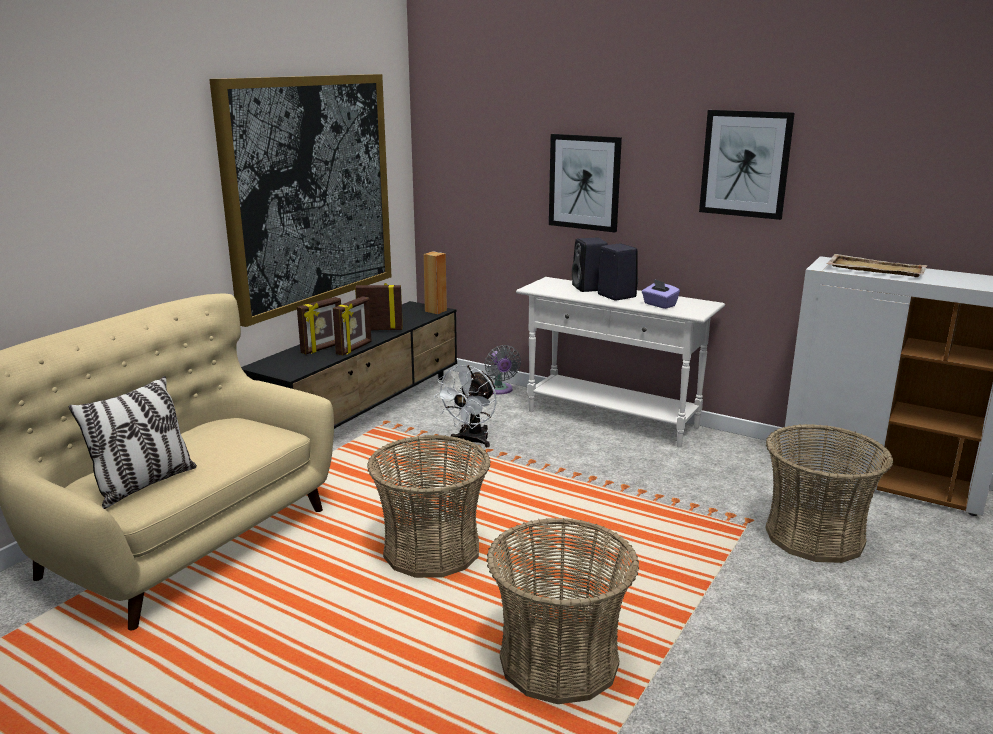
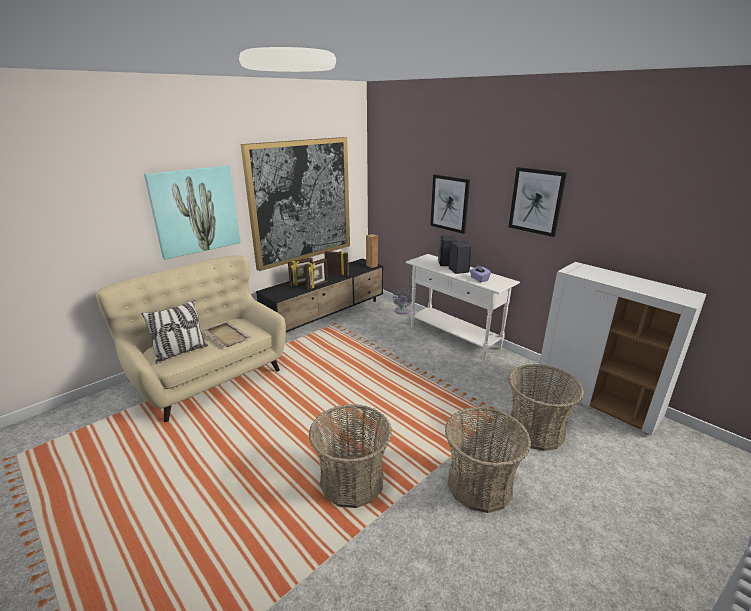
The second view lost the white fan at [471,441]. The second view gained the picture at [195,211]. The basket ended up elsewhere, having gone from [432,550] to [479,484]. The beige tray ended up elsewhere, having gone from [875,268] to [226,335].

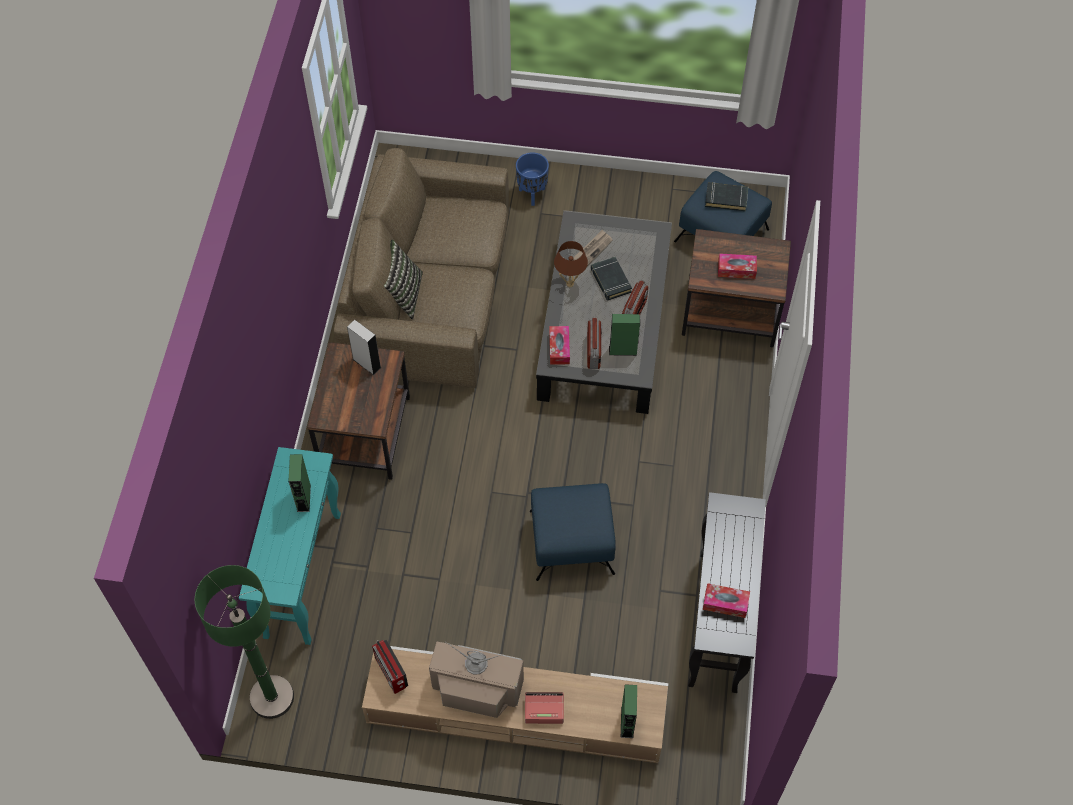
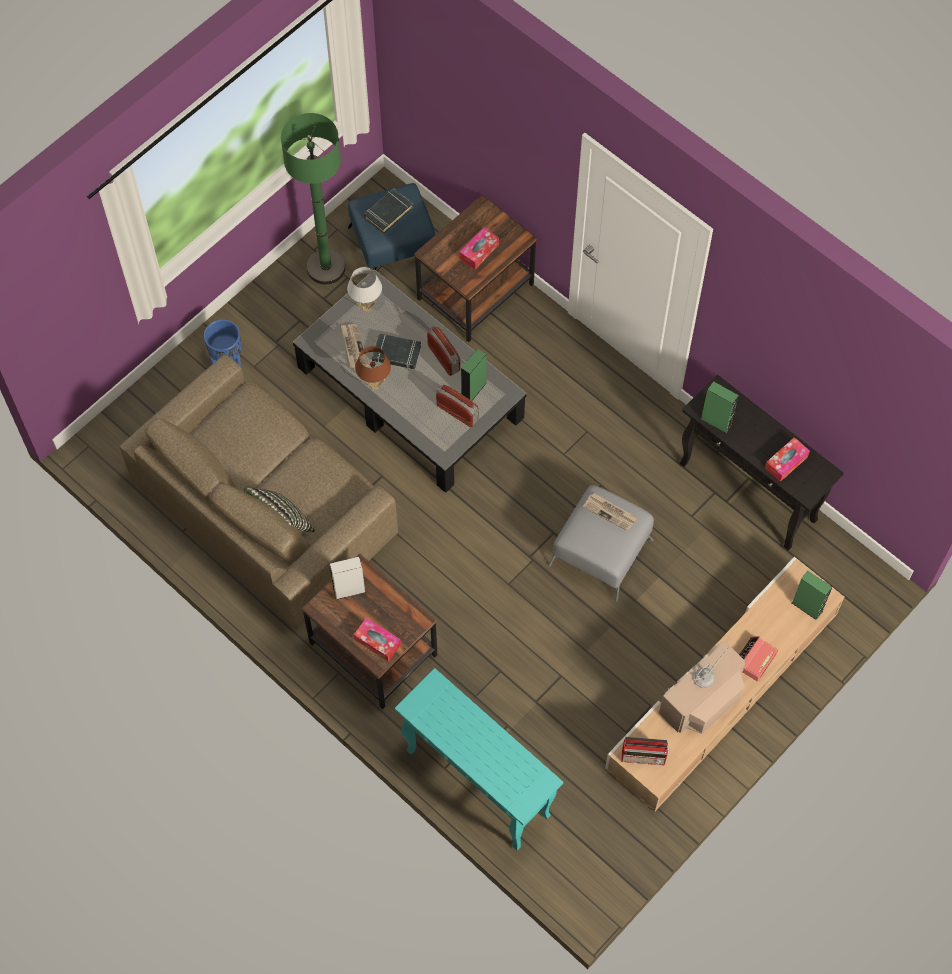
The second view gained the white table lamp at [366,308]. The second view gained the newspaper at [610,512]. The green floor lamp ended up elsewhere, having gone from [272,697] to [326,268]. The green speaker ended up elsewhere, having gone from [303,498] to [716,422]. The tissue box ended up elsewhere, having gone from [559,348] to [377,642]. What was the blue ottoman at [571,541] turned into the grey ottoman at [600,553].

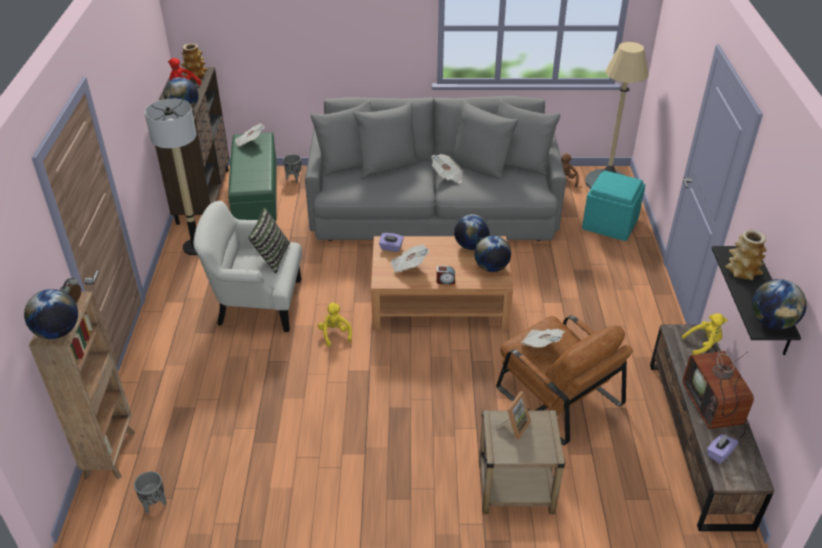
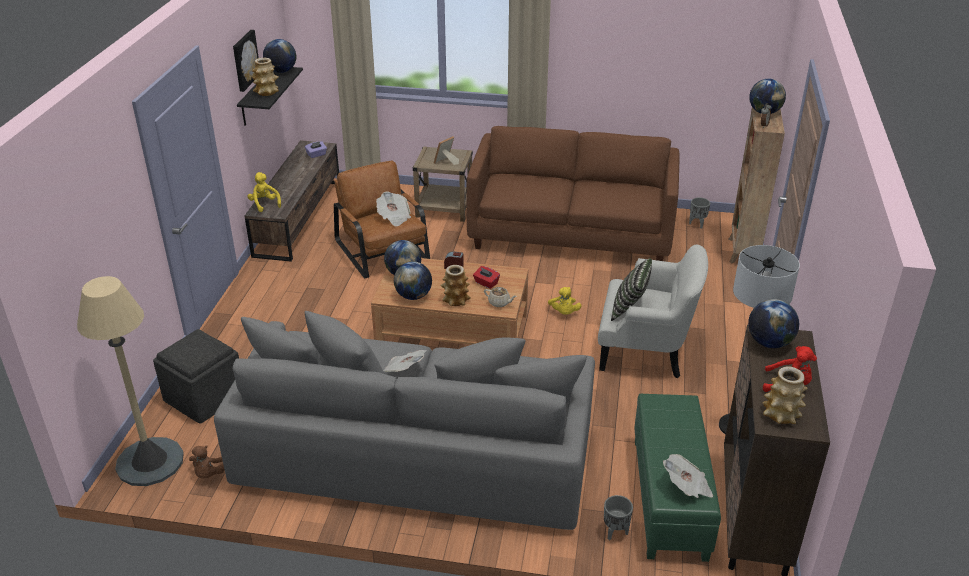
The second view lost the television at [714,408]. The second view gained the picture at [244,60]. The second view gained the vase at [456,300]. The second view gained the brown sofa at [571,233]. Where the purple tissue box stood at [391,248], the beige teapot came to stand at [499,303]. Where the newspaper stood at [408,266], the red tissue box came to stand at [486,283]. What was the turquoise ottoman at [610,223] turned into the grey ottoman at [203,397]. The yellow plush toy at [703,344] ended up facing another way, 60 degrees clockwise from before.

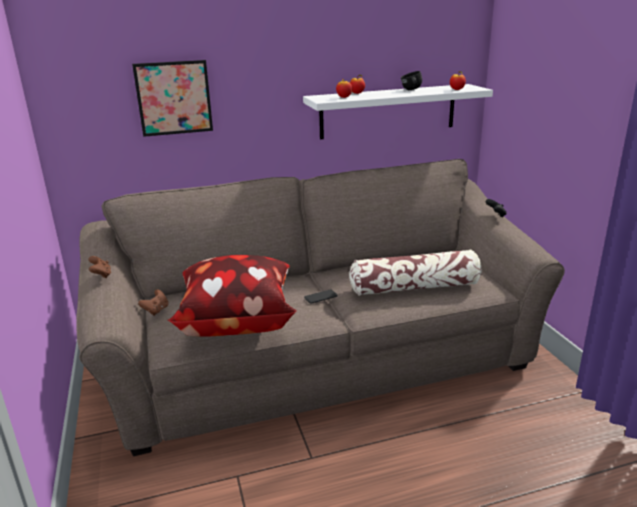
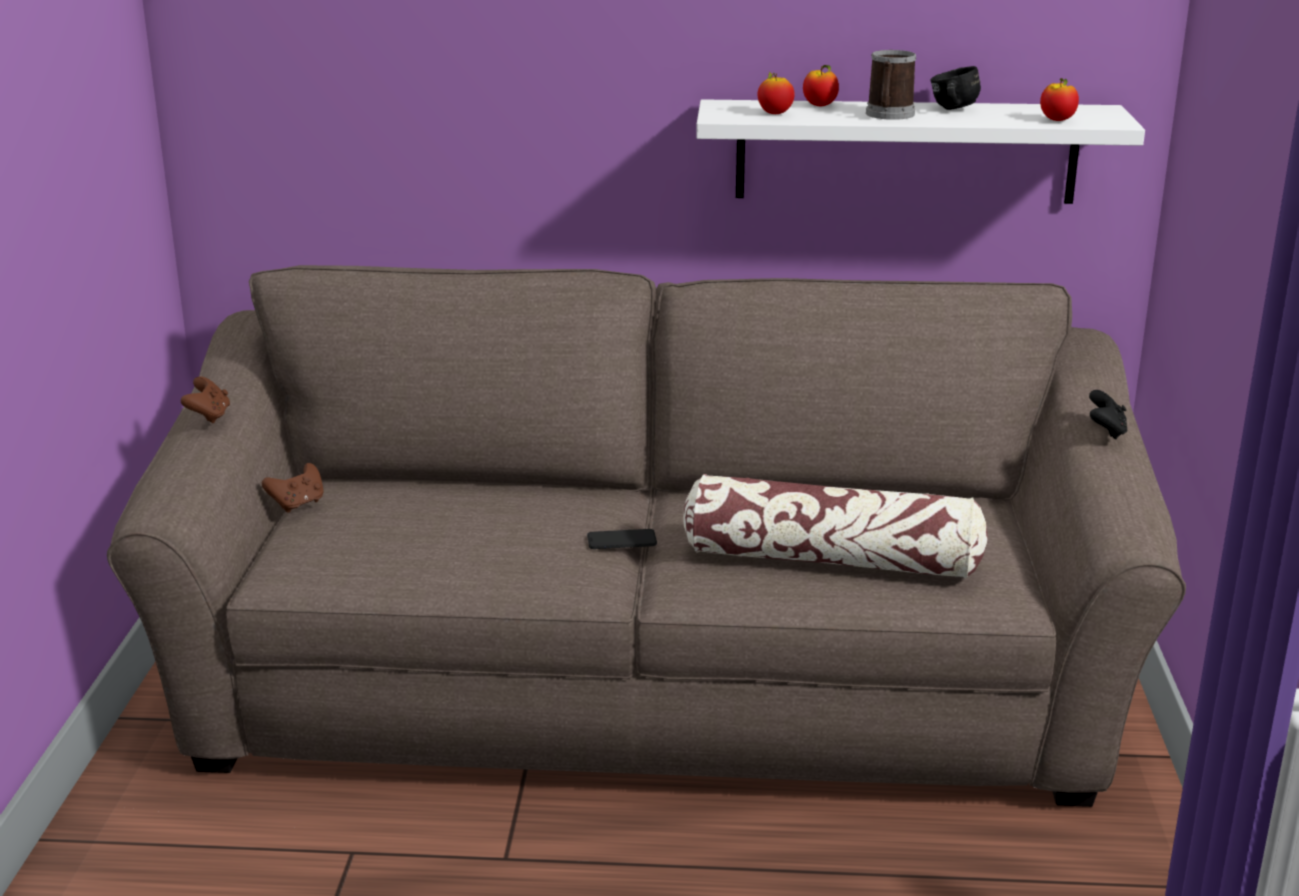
The second view lost the picture at [174,98]. The second view lost the pillow at [236,321]. The second view gained the mug at [888,115].

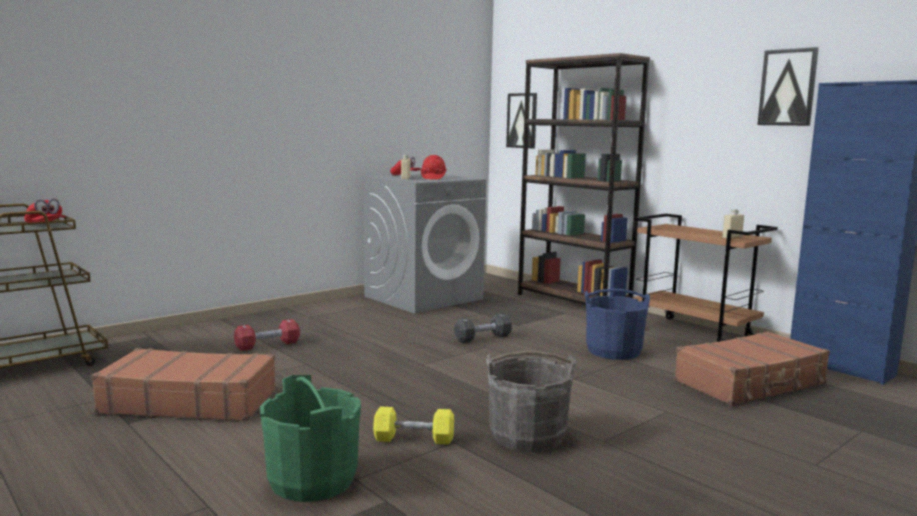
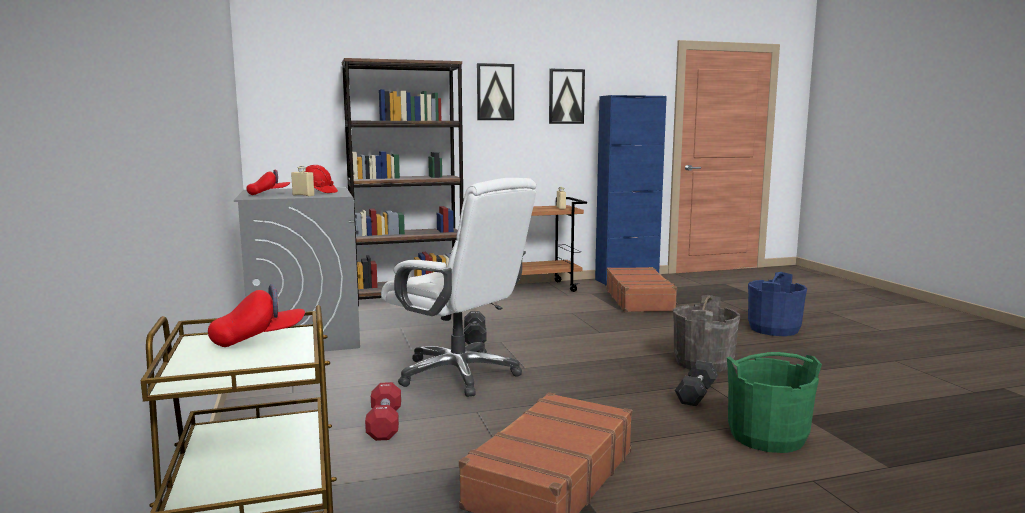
The second view gained the white office chair at [459,374]. The picture ended up elsewhere, having gone from [522,120] to [495,92]. The blue bucket ended up elsewhere, having gone from [613,351] to [773,329]. What was the yellow dumbbell at [414,439] turned into the grey dumbbell at [696,394].

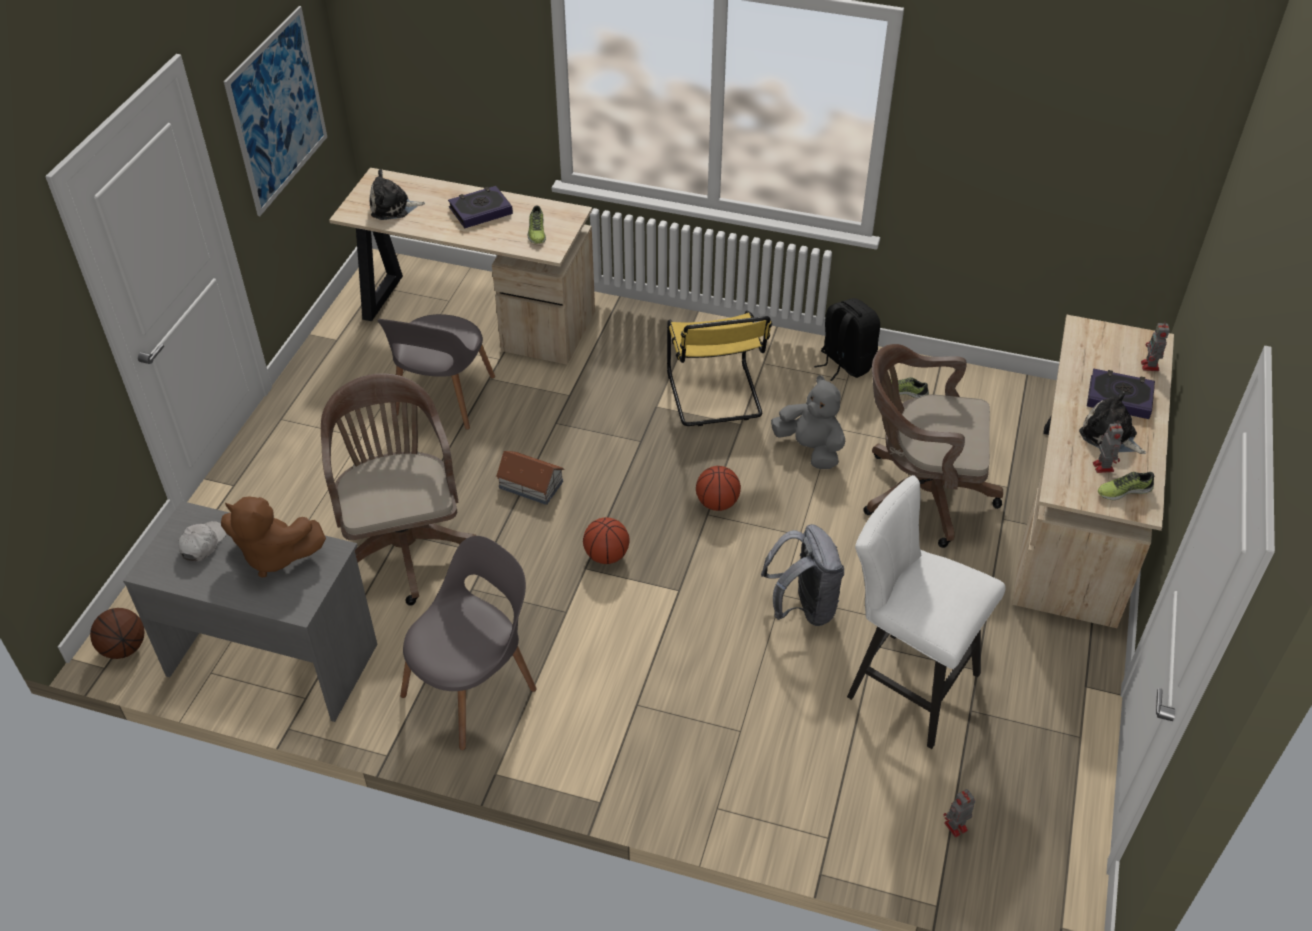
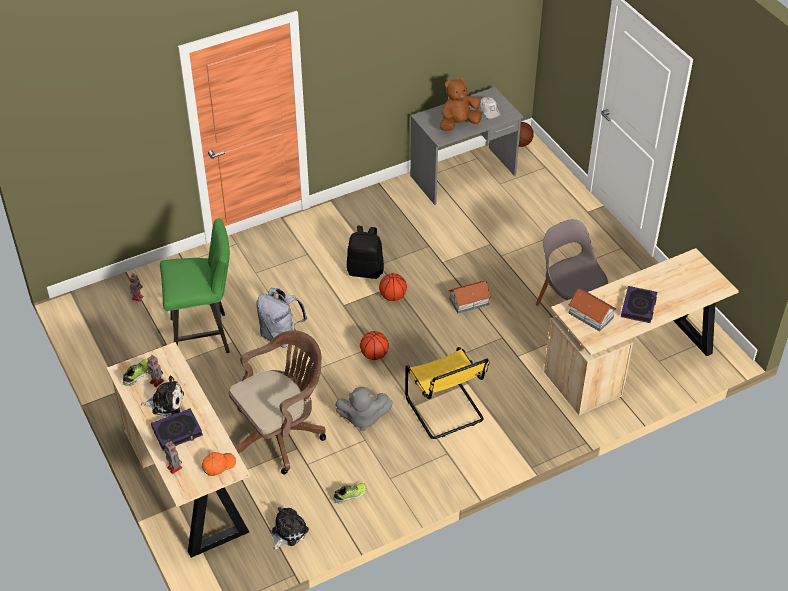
The second view lost the picture at [278,111]. The second view lost the brown office chair at [404,543]. The second view lost the grey chair at [473,688]. The second view gained the orange cap at [218,465]. The plush toy ended up elsewhere, having gone from [393,207] to [288,532]. The black backpack ended up elsewhere, having gone from [845,363] to [365,270]. Where the shoe stood at [536,232], the toy house came to stand at [591,315]. What was the white stool at [904,683] turned into the green stool at [205,336]. The yellow chair at [715,397] ended up facing another way, 150 degrees counterclockwise from before.

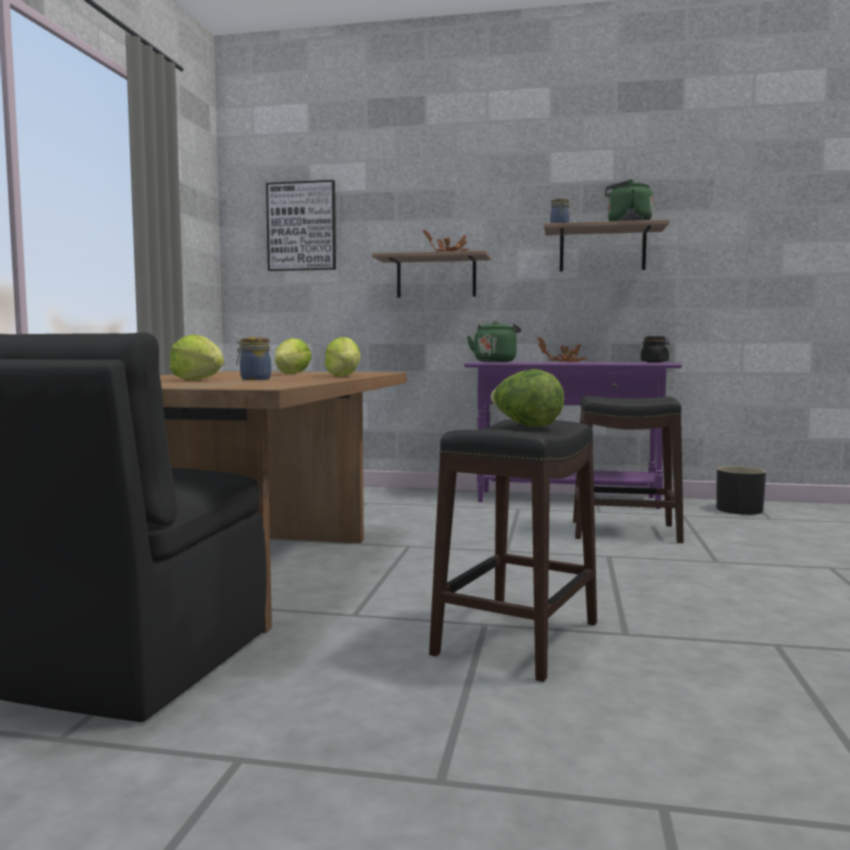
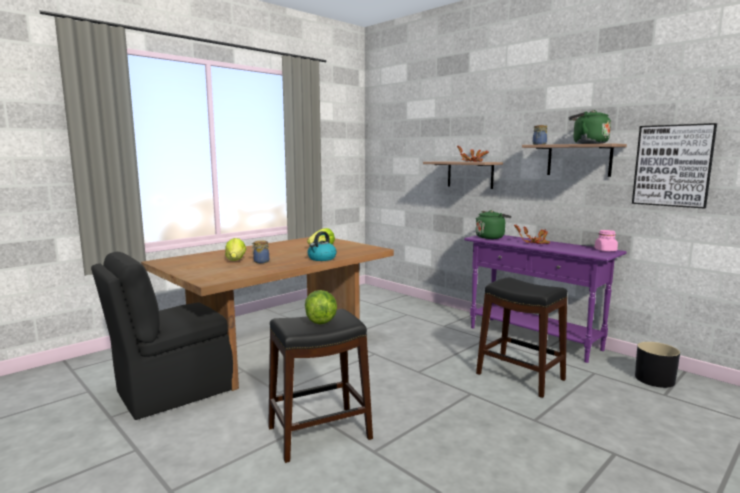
The picture ended up elsewhere, having gone from [302,226] to [672,165]. Where the lettuce stood at [344,376], the kettle came to stand at [321,258]. What was the black jar at [654,362] turned into the pink jar at [605,250].

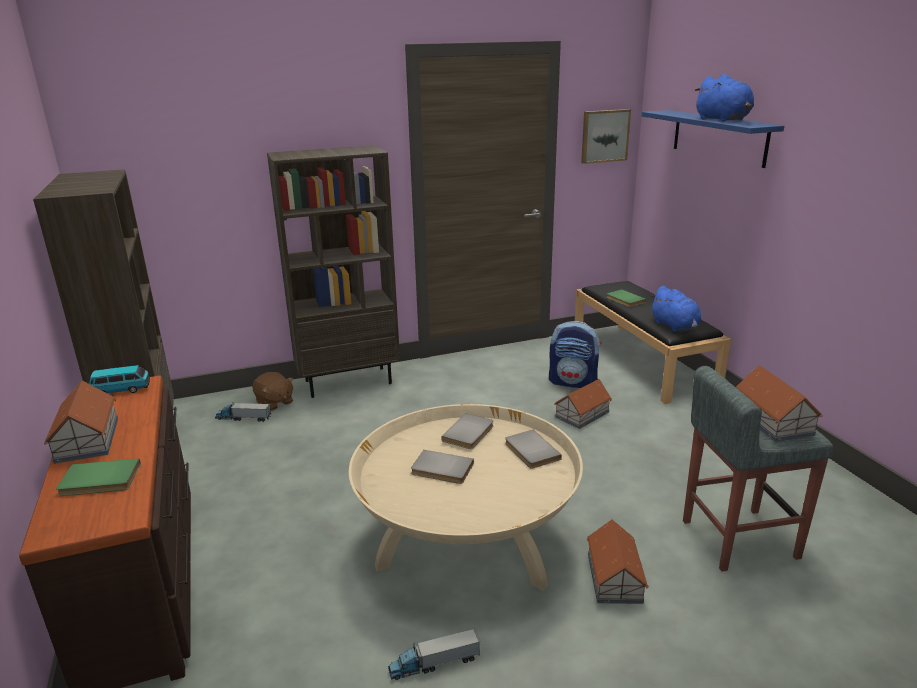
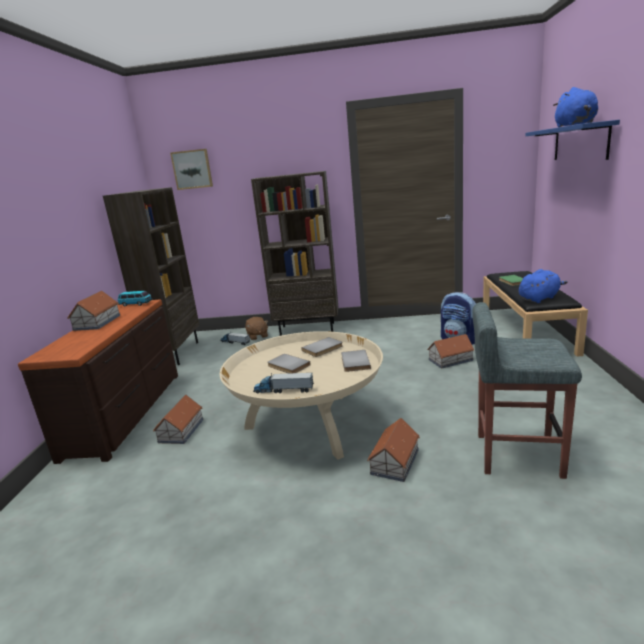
The second view lost the green book at [99,481]. The toy truck ended up elsewhere, having gone from [434,663] to [284,390]. The picture ended up elsewhere, having gone from [604,136] to [192,169]. The toy house ended up elsewhere, having gone from [772,421] to [180,431]. The blue plush toy at [675,326] ended up facing another way, 120 degrees counterclockwise from before.

